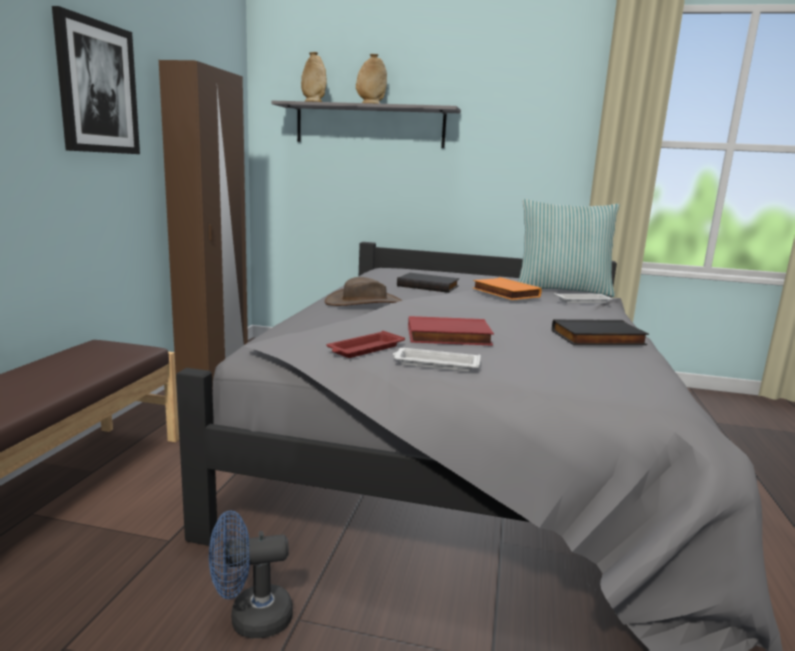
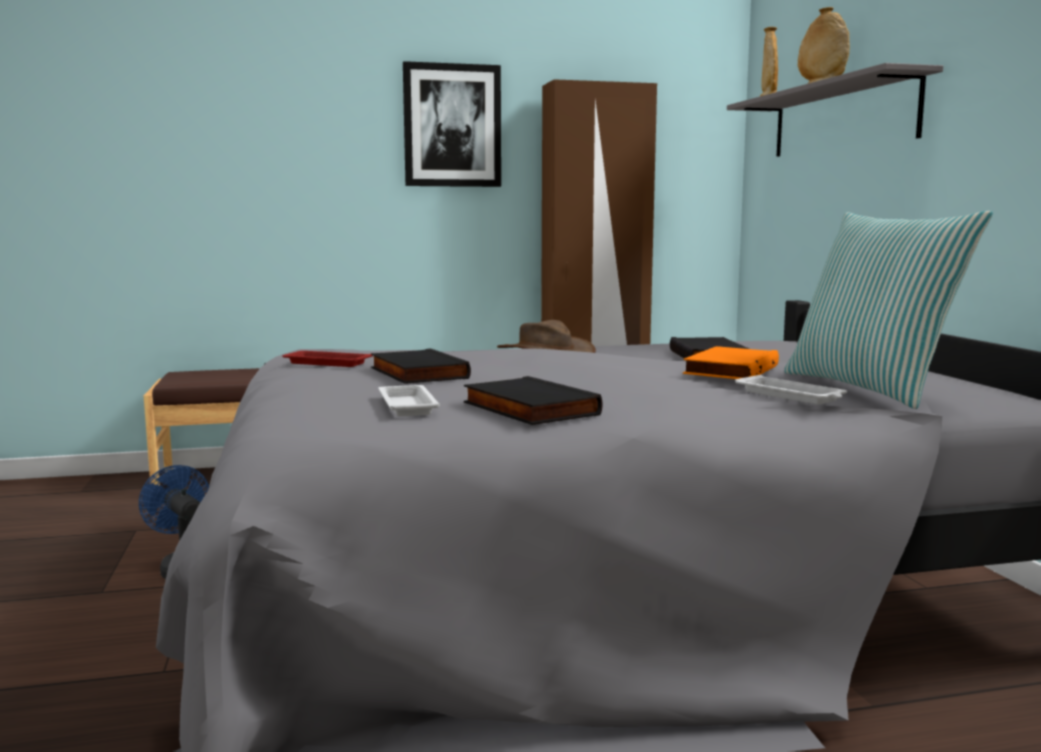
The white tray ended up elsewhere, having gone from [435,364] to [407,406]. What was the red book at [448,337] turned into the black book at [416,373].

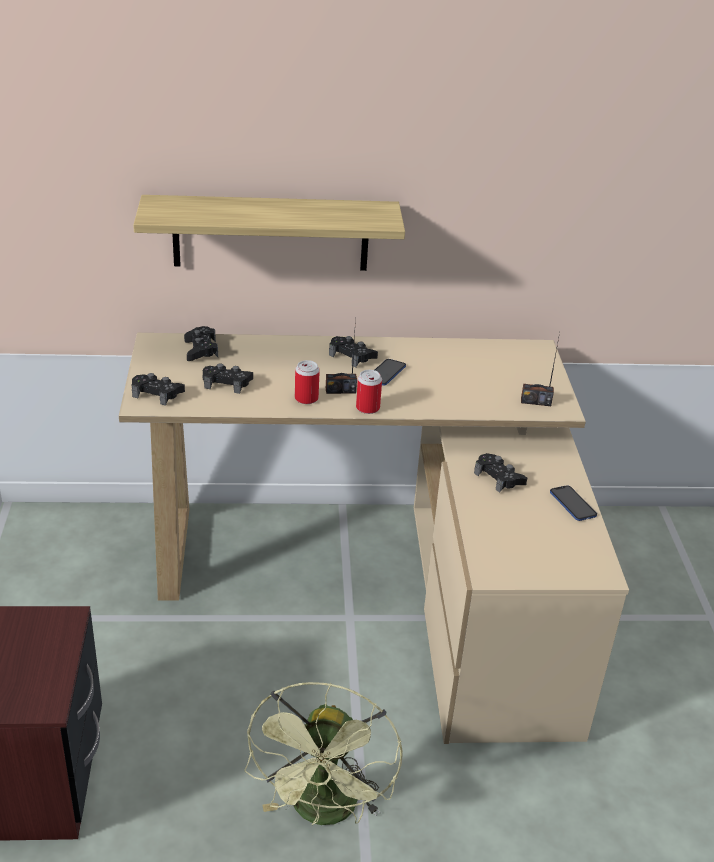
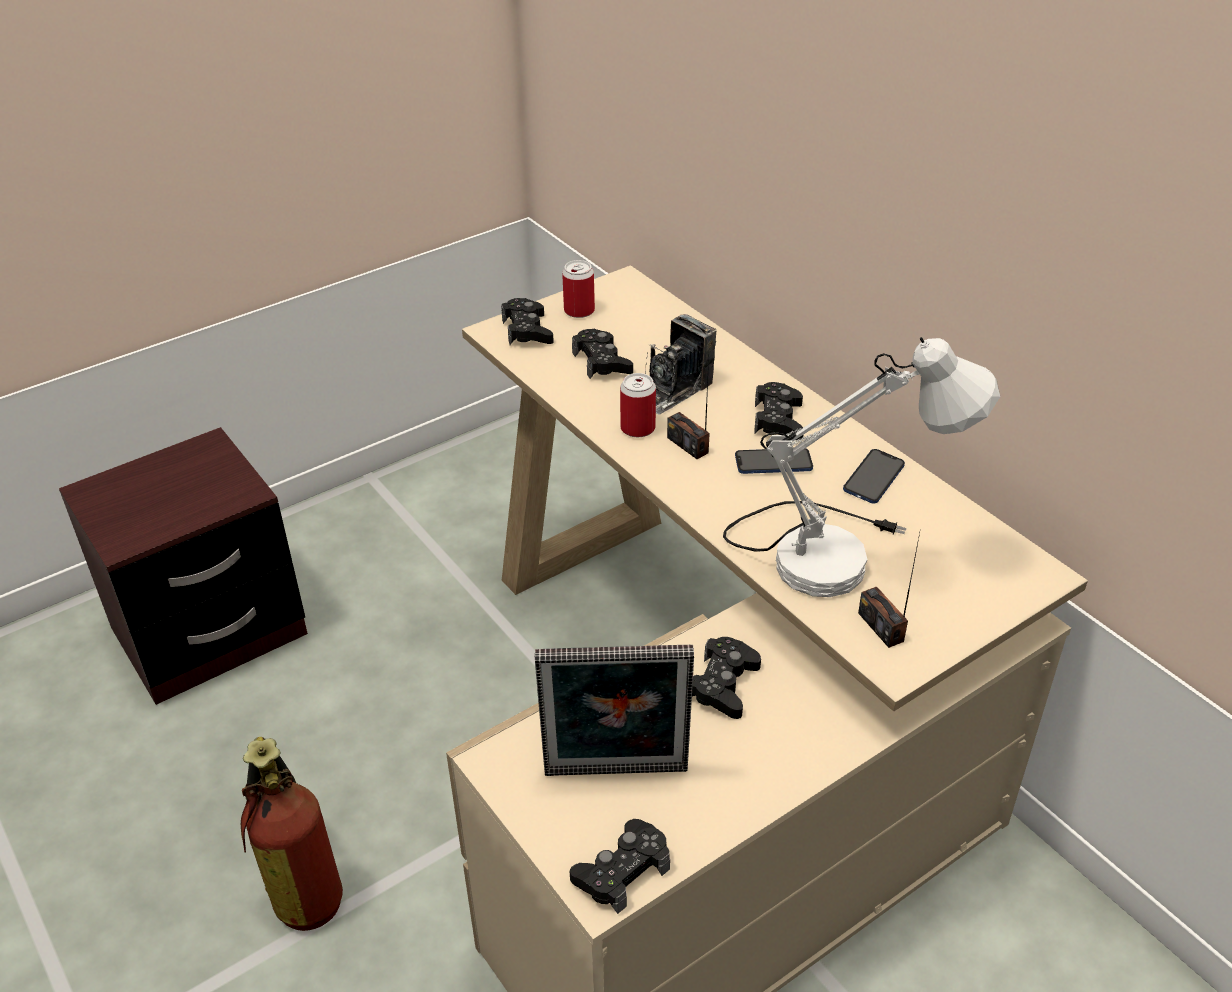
The second view lost the shelf at [271,233]. The second view gained the picture frame at [616,776]. The second view gained the photo camera at [671,390]. The second view gained the white table lamp at [835,550]. The black game controller ended up elsewhere, having gone from [201,350] to [622,871]. The can ended up elsewhere, having gone from [367,408] to [579,311]. The phone ended up elsewhere, having gone from [572,504] to [874,478]. Where the green fan stood at [324,812], the fire extinguisher came to stand at [301,882].

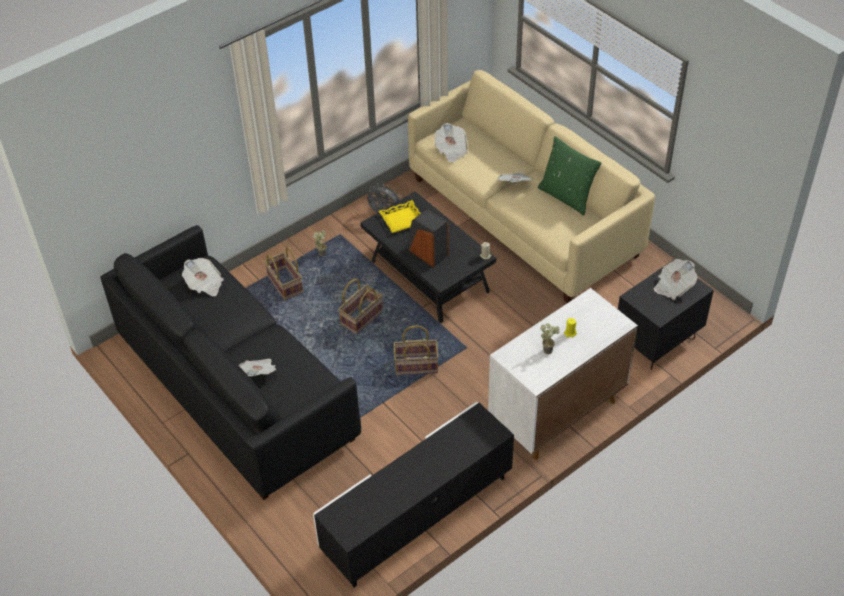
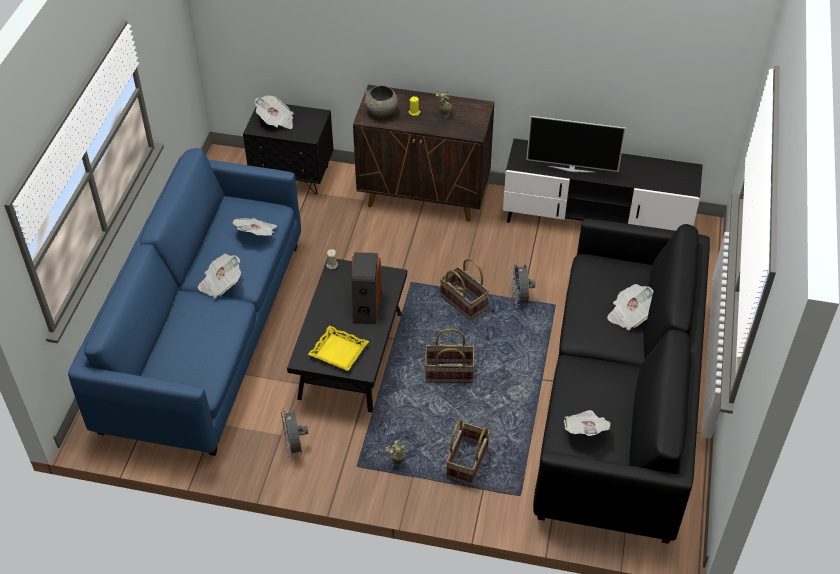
The second view lost the green pillow at [567,196]. The second view gained the grey bowl at [381,113]. The second view gained the grey fan at [520,300]. The second view gained the television at [572,168]. The newspaper ended up elsewhere, having gone from [451,150] to [257,234]. What was the beige sofa at [523,217] turned into the blue sofa at [205,334]. What was the white cabinet at [556,414] turned into the brown cabinet at [425,196].

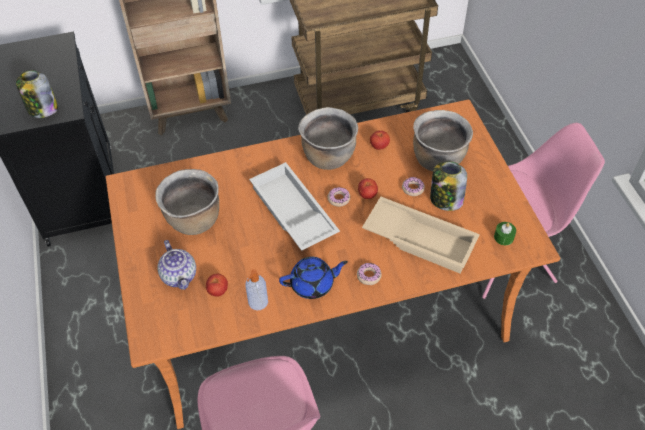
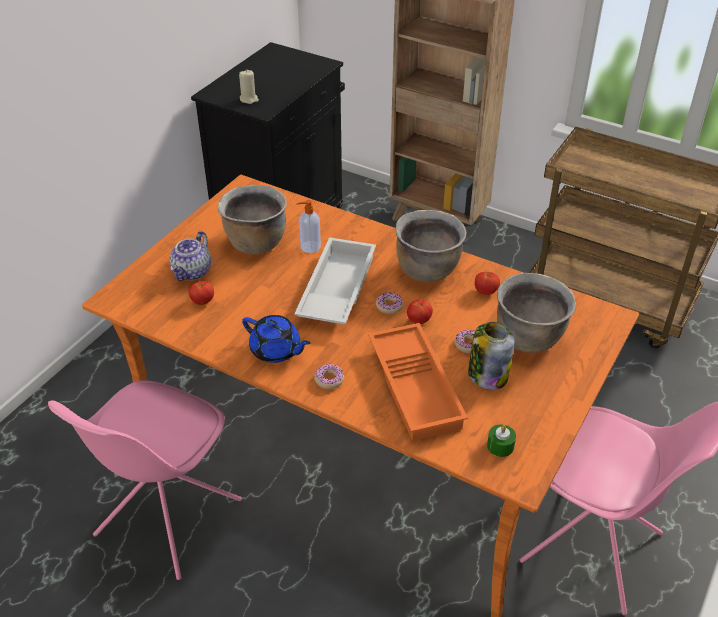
The soap dispenser ended up elsewhere, having gone from [257,302] to [309,247]. Where the jar stood at [42,109], the beige candle came to stand at [249,99]. What was the beige tray at [421,238] turned into the orange tray at [417,387].

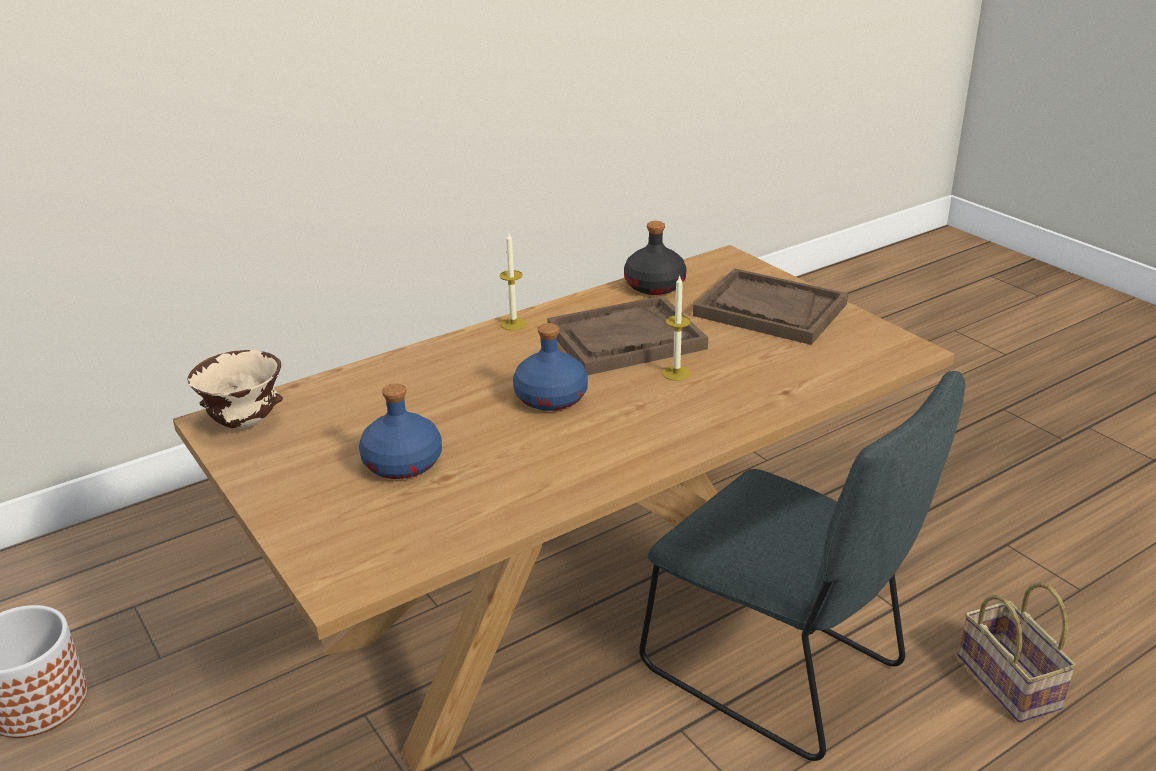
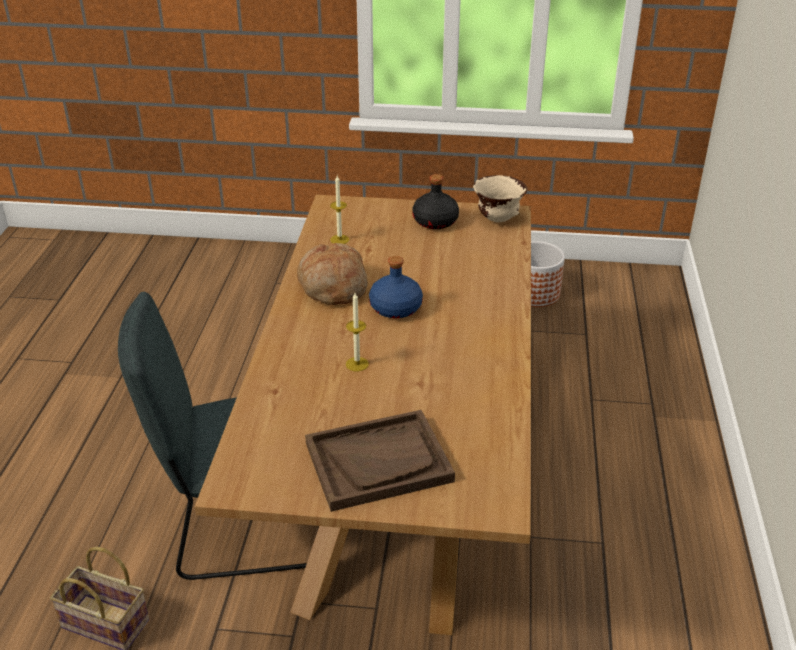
The second view lost the blue bottle at [403,464]. The second view lost the brown tray at [626,339]. The second view gained the bread at [332,287]. The candle ended up elsewhere, having gone from [513,324] to [339,239]. The black bottle ended up elsewhere, having gone from [655,286] to [435,222].

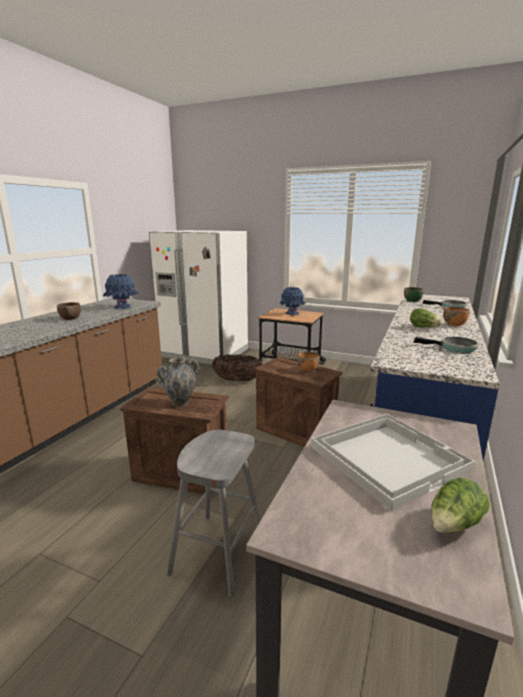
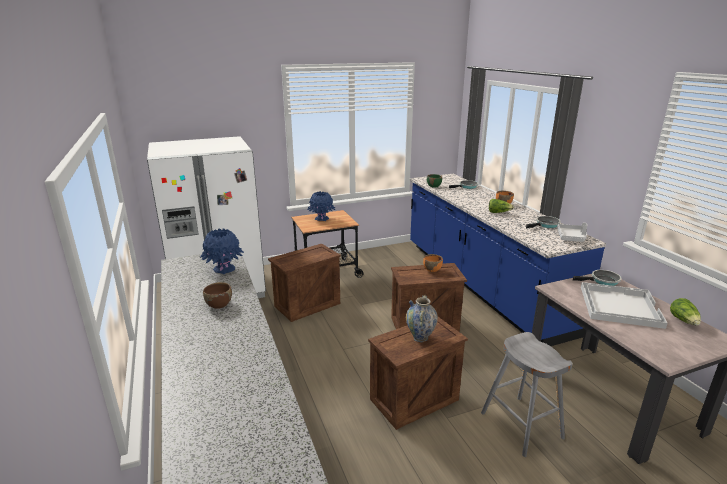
The second view gained the grey tray at [571,237]. The second view gained the frying pan at [602,281]. Where the basket stood at [237,380], the crate came to stand at [307,304].

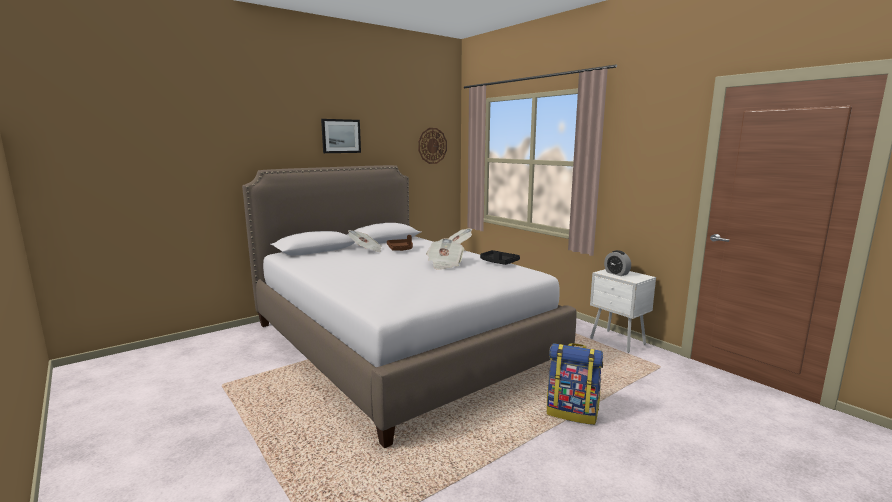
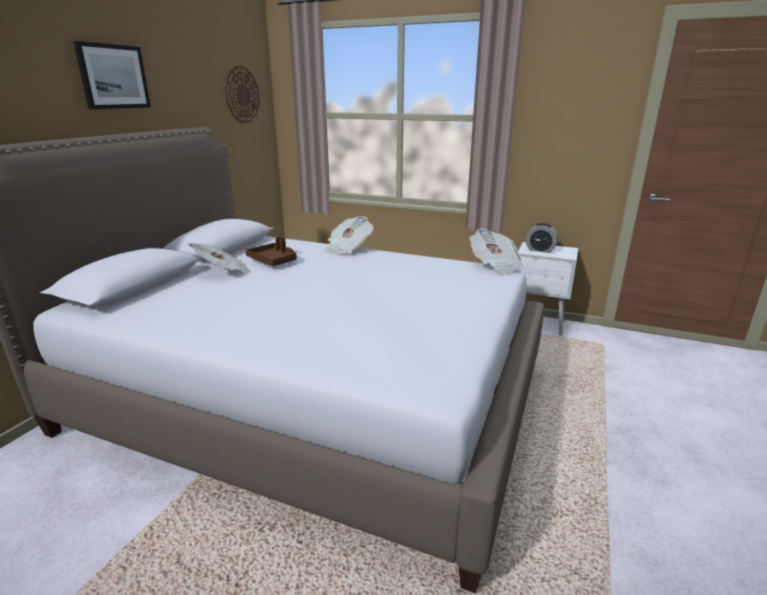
The second view lost the black tray at [498,262]. The second view lost the backpack at [572,412]. The newspaper ended up elsewhere, having gone from [444,264] to [495,265].

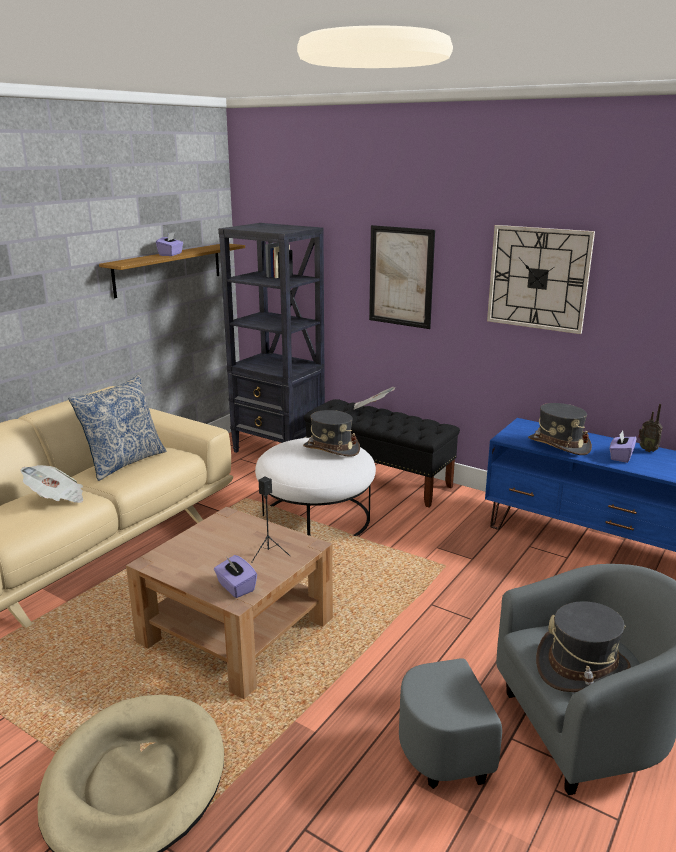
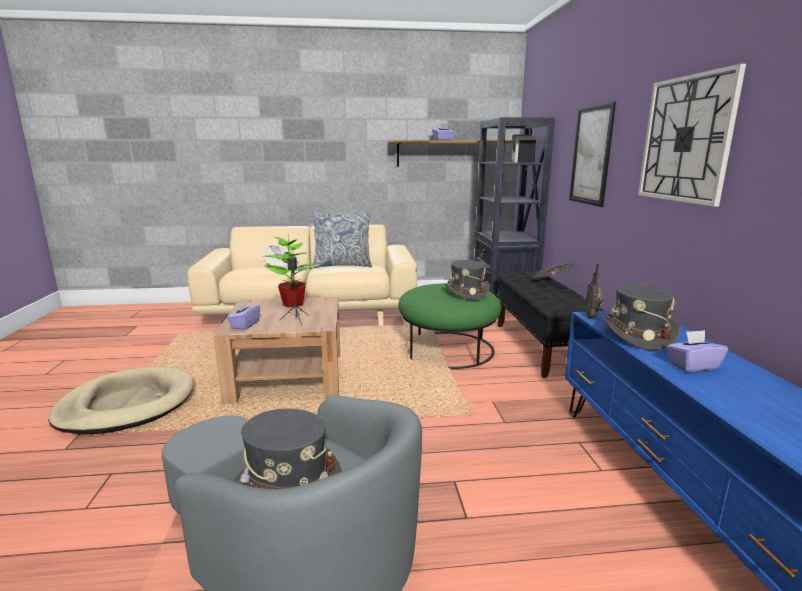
The second view gained the potted plant at [294,304]. The radio ended up elsewhere, having gone from [647,450] to [592,317]. What was the white ottoman at [316,517] turned into the green ottoman at [448,349].

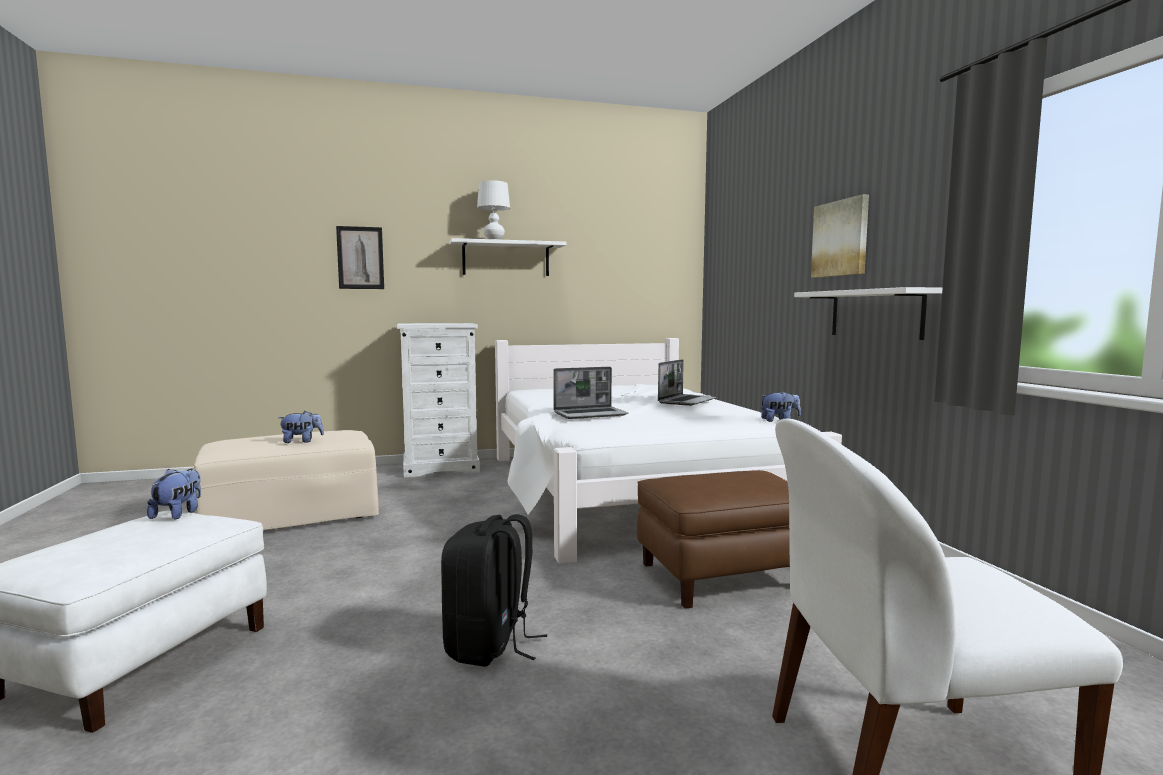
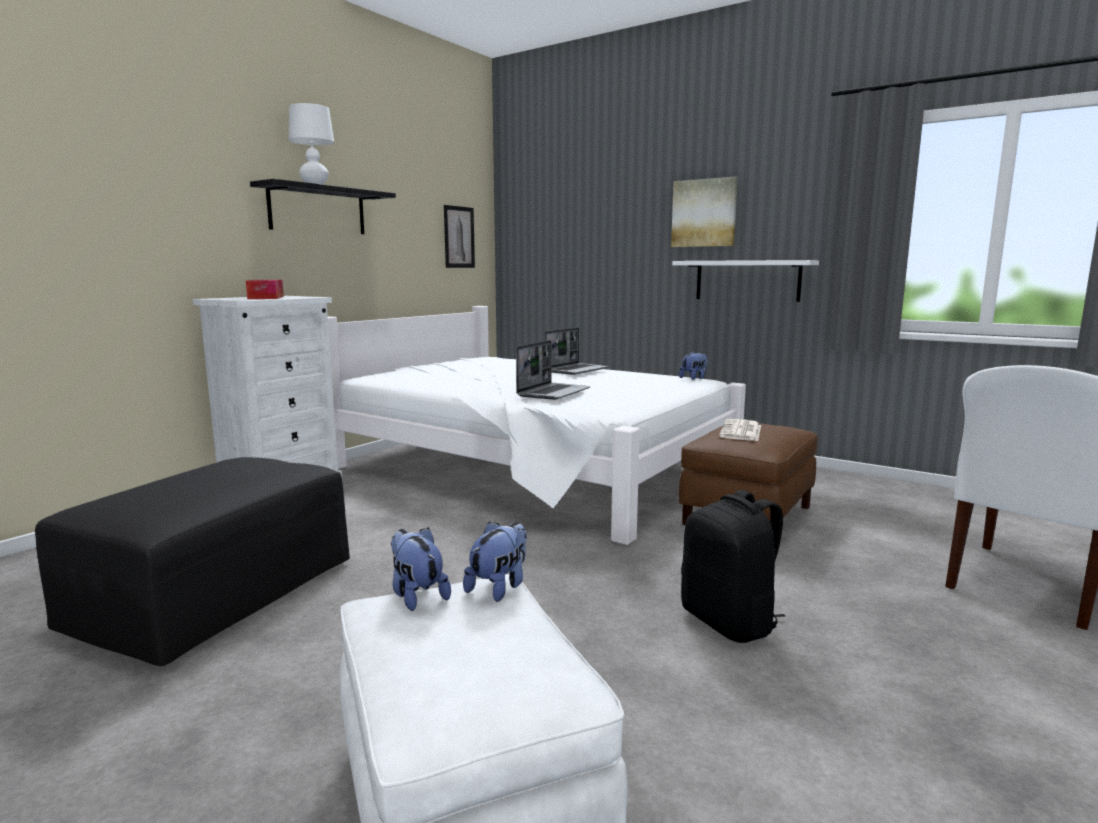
The second view gained the tissue box at [266,298]. The second view gained the newspaper at [741,431]. The plush toy ended up elsewhere, having gone from [302,441] to [499,587]. The picture ended up elsewhere, having gone from [360,258] to [459,237]. What was the beige ottoman at [293,514] turned into the black ottoman at [215,594]. What was the white shelf at [506,259] turned into the black shelf at [317,210]. The laptop at [686,401] ended up facing another way, 45 degrees clockwise from before.

